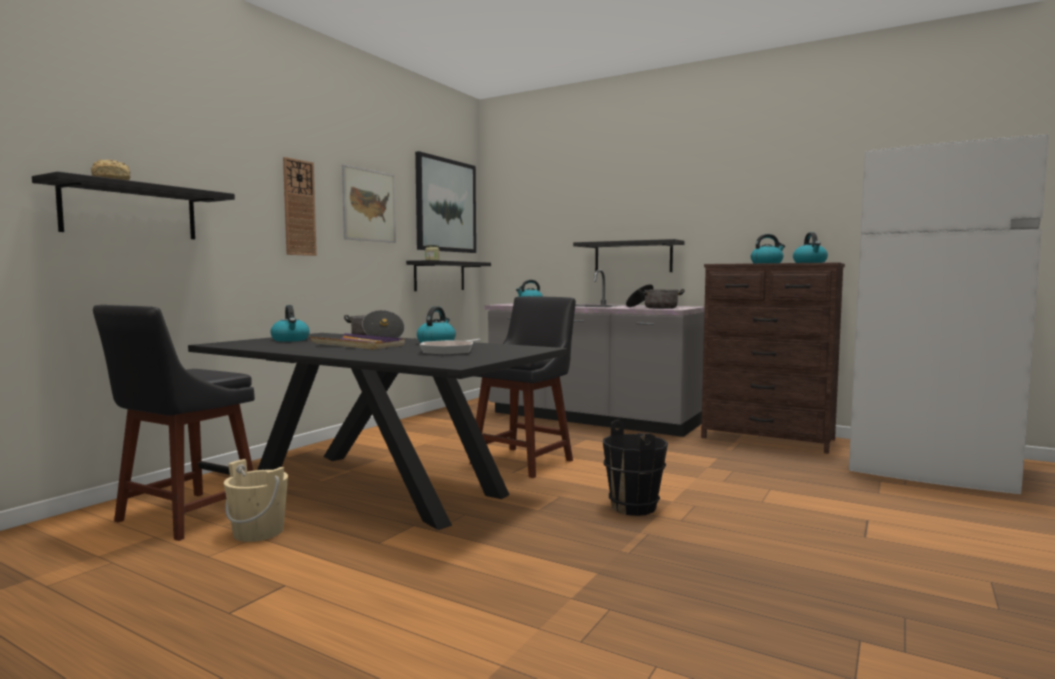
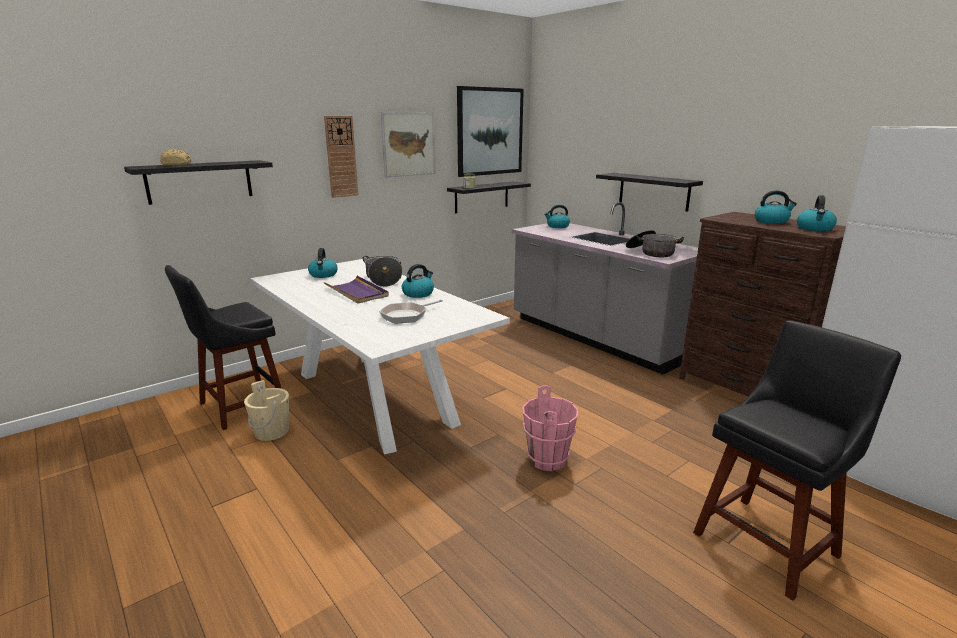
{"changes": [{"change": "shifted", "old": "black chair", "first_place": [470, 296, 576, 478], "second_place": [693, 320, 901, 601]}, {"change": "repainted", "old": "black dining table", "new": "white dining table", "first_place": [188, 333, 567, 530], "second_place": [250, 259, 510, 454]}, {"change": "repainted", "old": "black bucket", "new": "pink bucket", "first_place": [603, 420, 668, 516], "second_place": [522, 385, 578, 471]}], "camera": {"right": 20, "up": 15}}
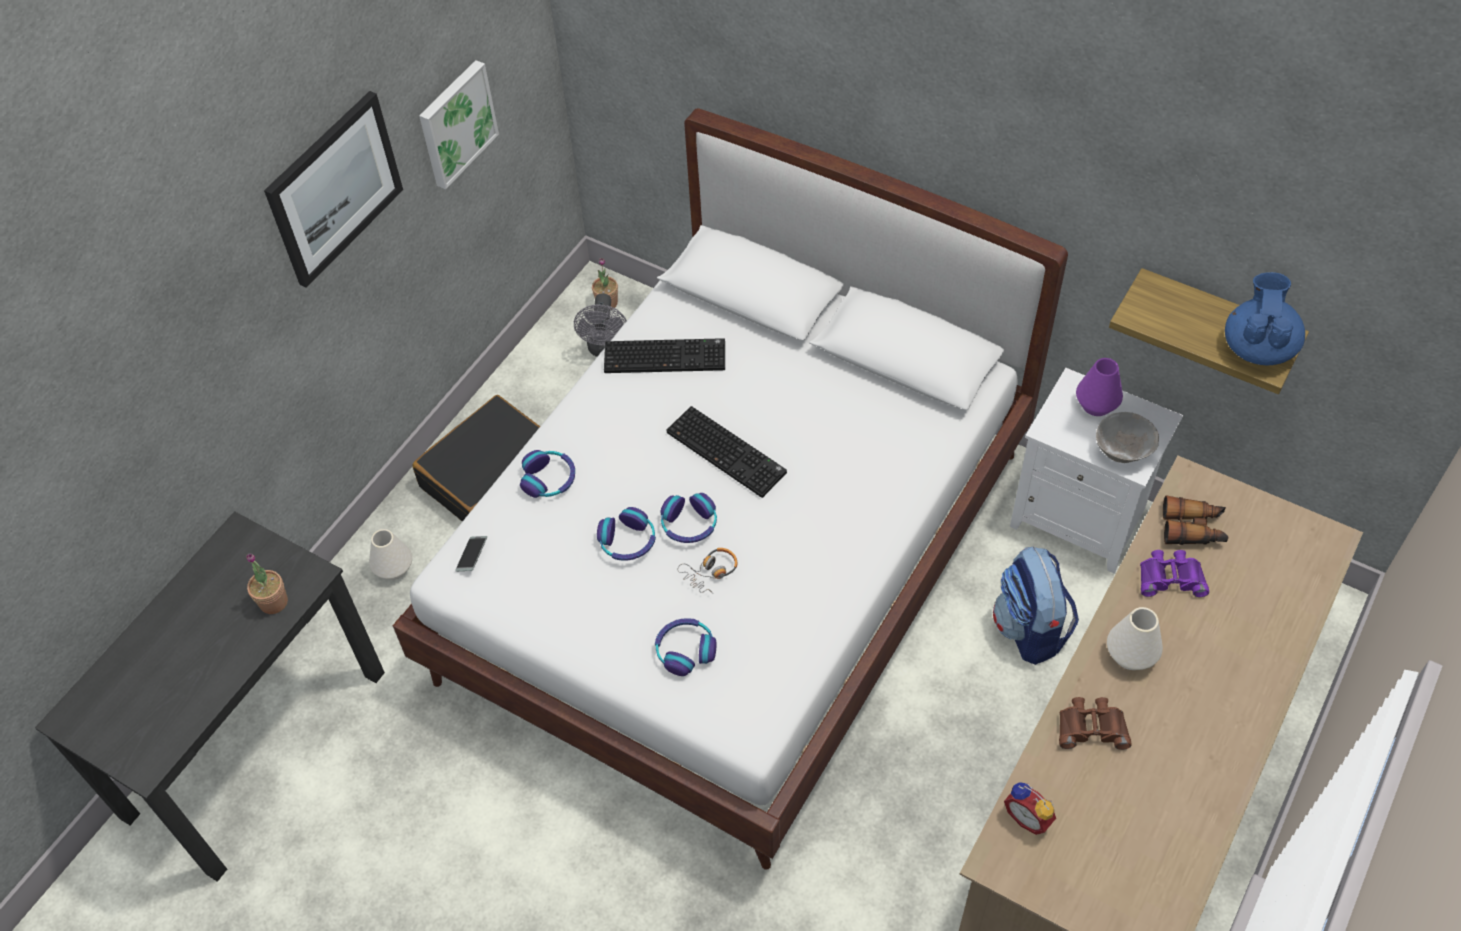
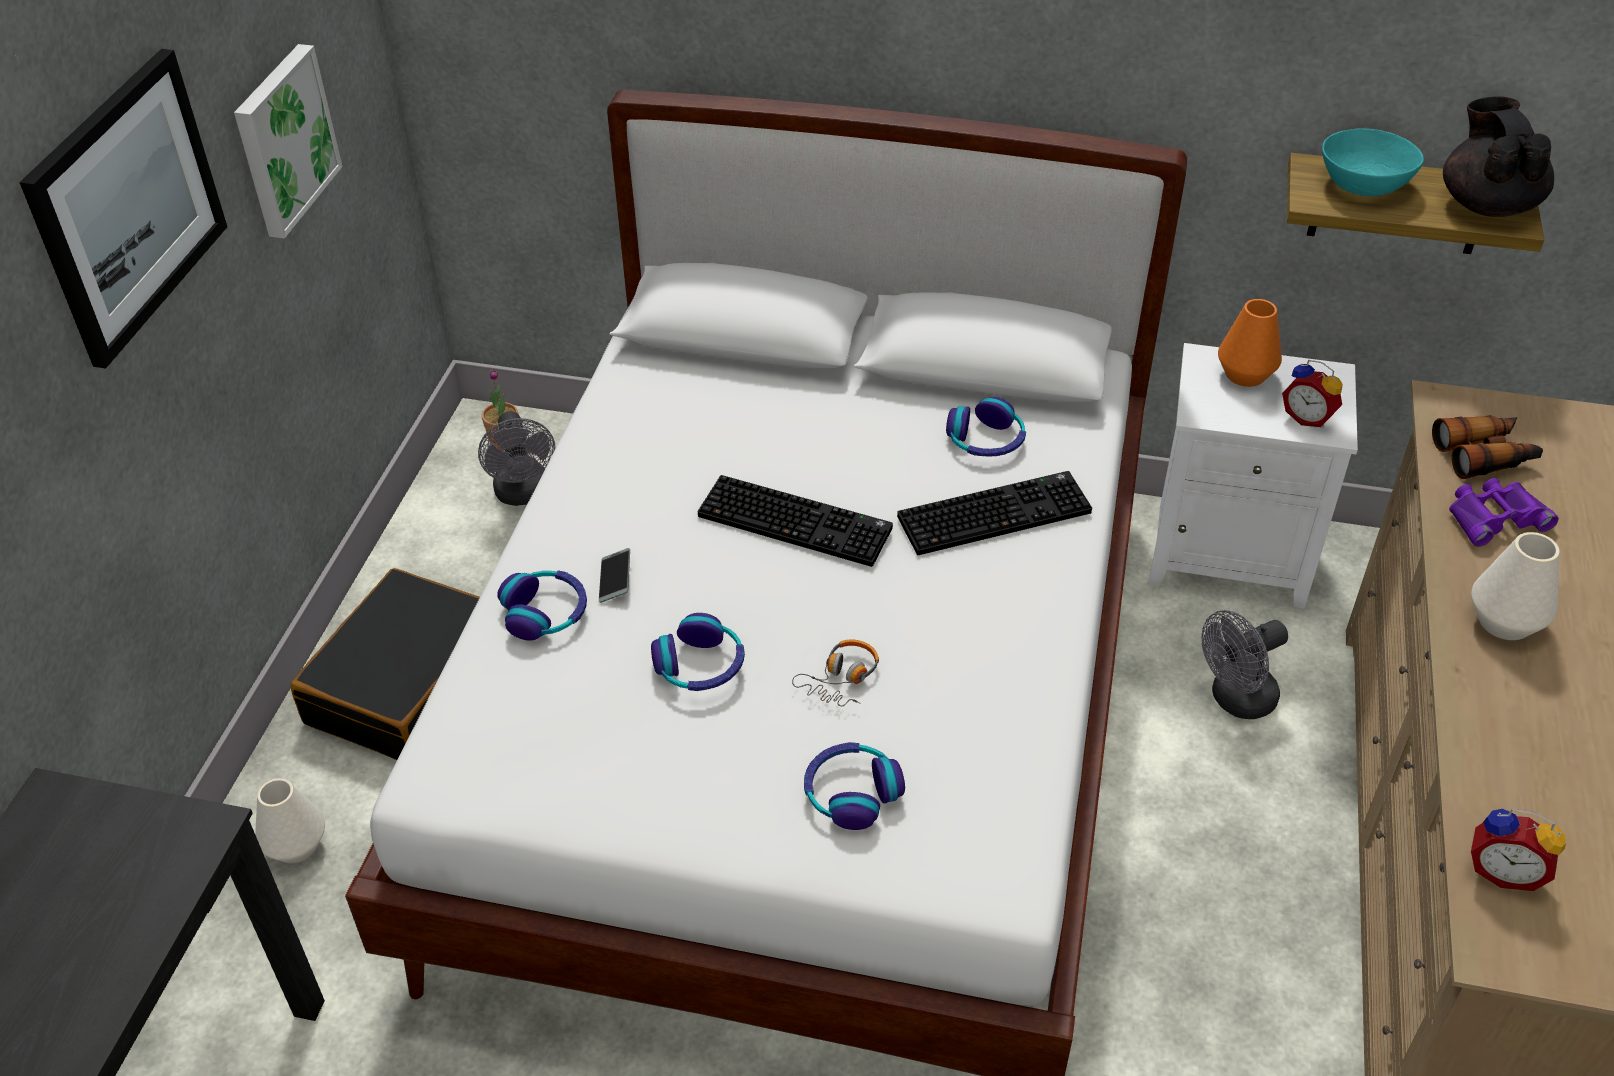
{"changes": [{"change": "repainted", "old": "blue teapot", "new": "black teapot", "first_place": [1225, 272, 1305, 365], "second_place": [1443, 96, 1554, 217]}, {"change": "shifted", "old": "keyboard", "first_place": [604, 338, 725, 373], "second_place": [897, 471, 1092, 555]}, {"change": "repainted", "old": "purple vase", "new": "orange vase", "first_place": [1076, 358, 1123, 416], "second_place": [1218, 299, 1282, 387]}, {"change": "swapped", "old": "grey bowl", "new": "alarm clock", "first_place": [1096, 412, 1159, 463], "second_place": [1282, 360, 1342, 428]}, {"change": "shifted", "old": "headphones", "first_place": [660, 493, 717, 543], "second_place": [946, 397, 1026, 457]}, {"change": "shifted", "old": "phone", "first_place": [455, 536, 487, 572], "second_place": [599, 548, 630, 603]}, {"change": "swapped", "old": "backpack", "new": "grey fan", "first_place": [993, 547, 1079, 665], "second_place": [1202, 610, 1288, 719]}, {"change": "gone", "old": "potted plant", "first_place": [246, 553, 288, 614]}, {"change": "gone", "old": "brown binoculars", "first_place": [1059, 697, 1132, 750]}, {"change": "new", "new": "turquoise bowl", "second_place": [1322, 129, 1424, 196]}], "camera": {"right": -20, "up": -10}}
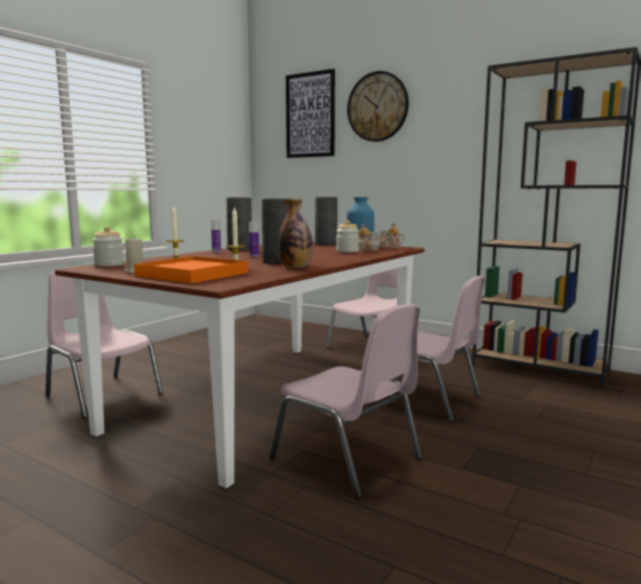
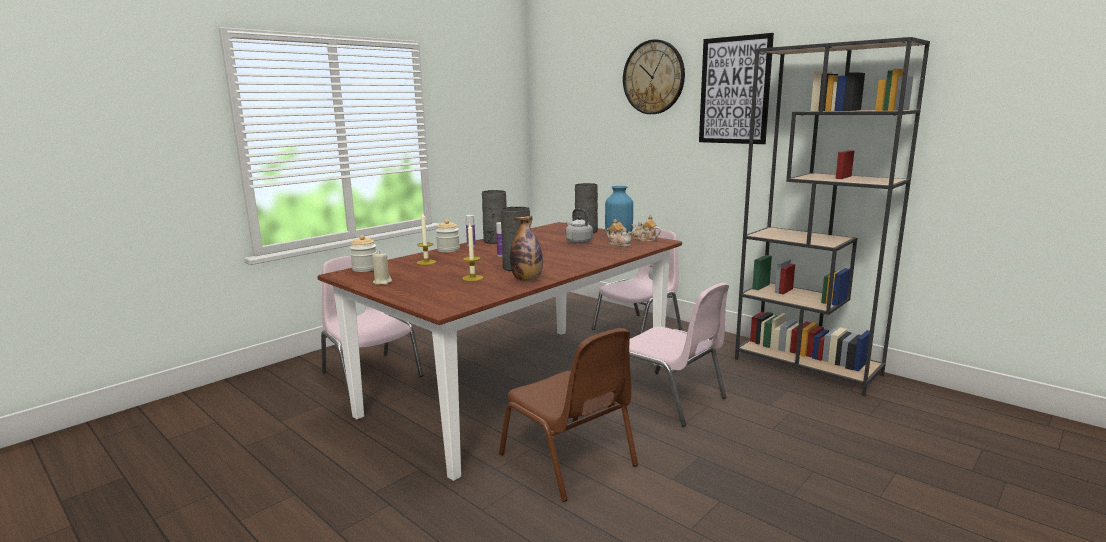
{"changes": [{"change": "shifted", "old": "picture", "first_place": [286, 69, 335, 158], "second_place": [699, 33, 774, 144]}, {"change": "shifted", "old": "jar", "first_place": [336, 220, 359, 253], "second_place": [436, 220, 460, 252]}, {"change": "gone", "old": "orange tray", "first_place": [134, 256, 248, 283]}, {"change": "repainted", "old": "pink chair", "new": "brown chair", "first_place": [270, 304, 422, 499], "second_place": [499, 328, 638, 502]}, {"change": "new", "new": "grey kettle", "second_place": [566, 208, 593, 244]}], "camera": {"right": 10, "up": 5}}
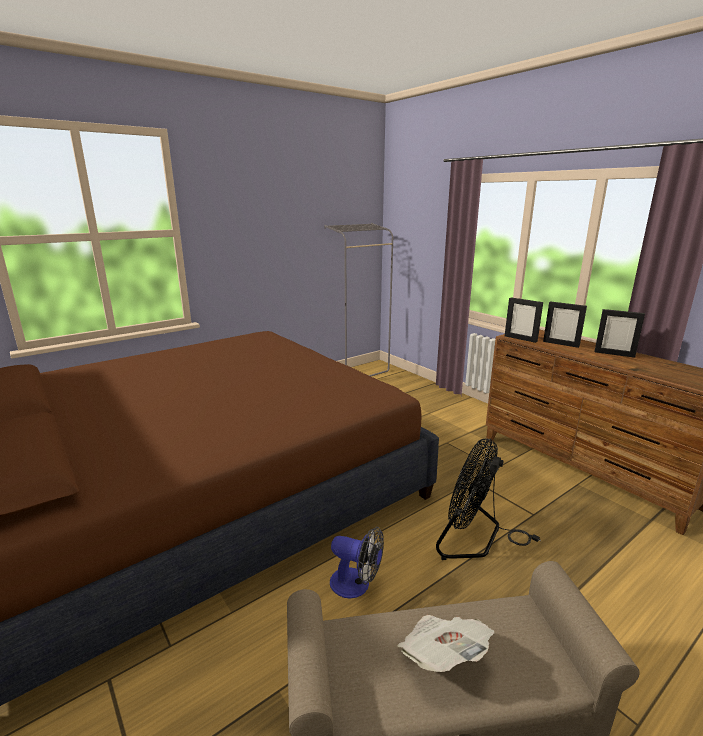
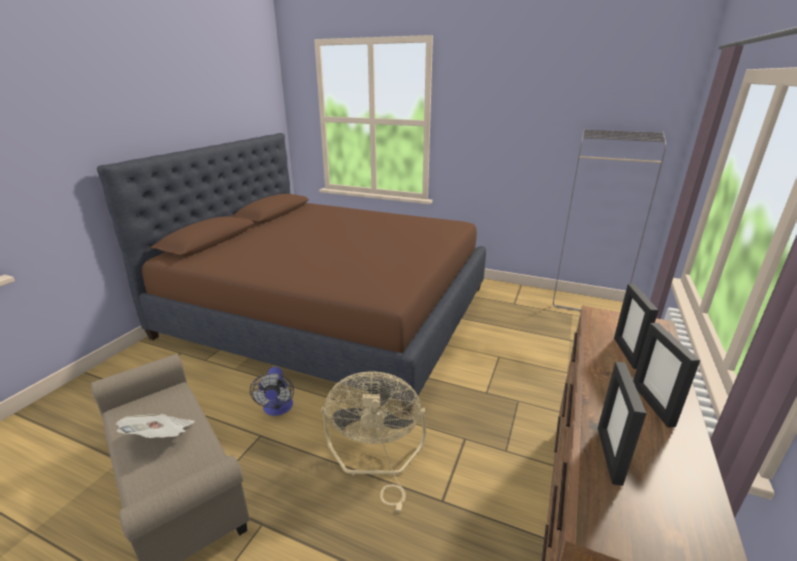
{"changes": [{"change": "shifted", "old": "picture frame", "first_place": [505, 297, 543, 343], "second_place": [598, 361, 647, 486]}, {"change": "repainted", "old": "black fan", "new": "beige fan", "first_place": [436, 439, 540, 560], "second_place": [321, 371, 426, 513]}], "camera": {"right": 60, "up": 5}}
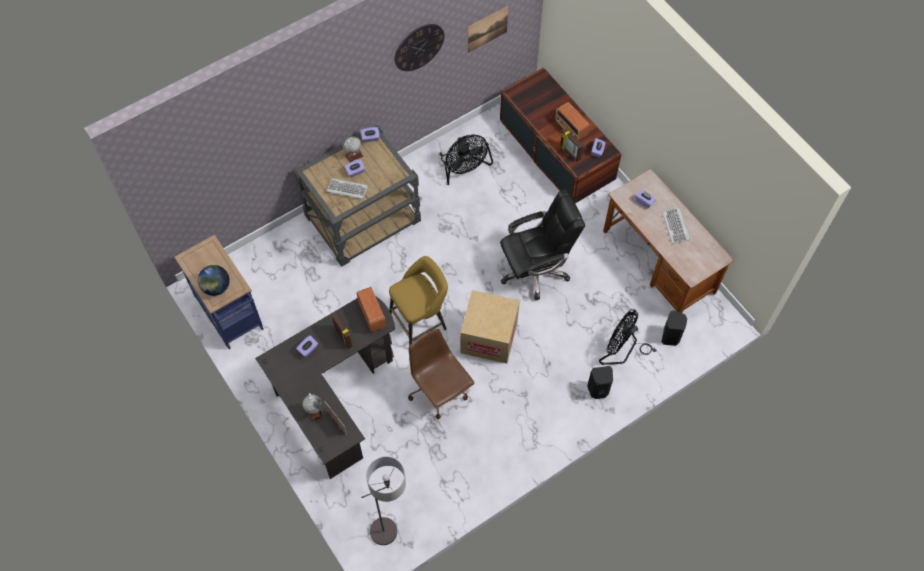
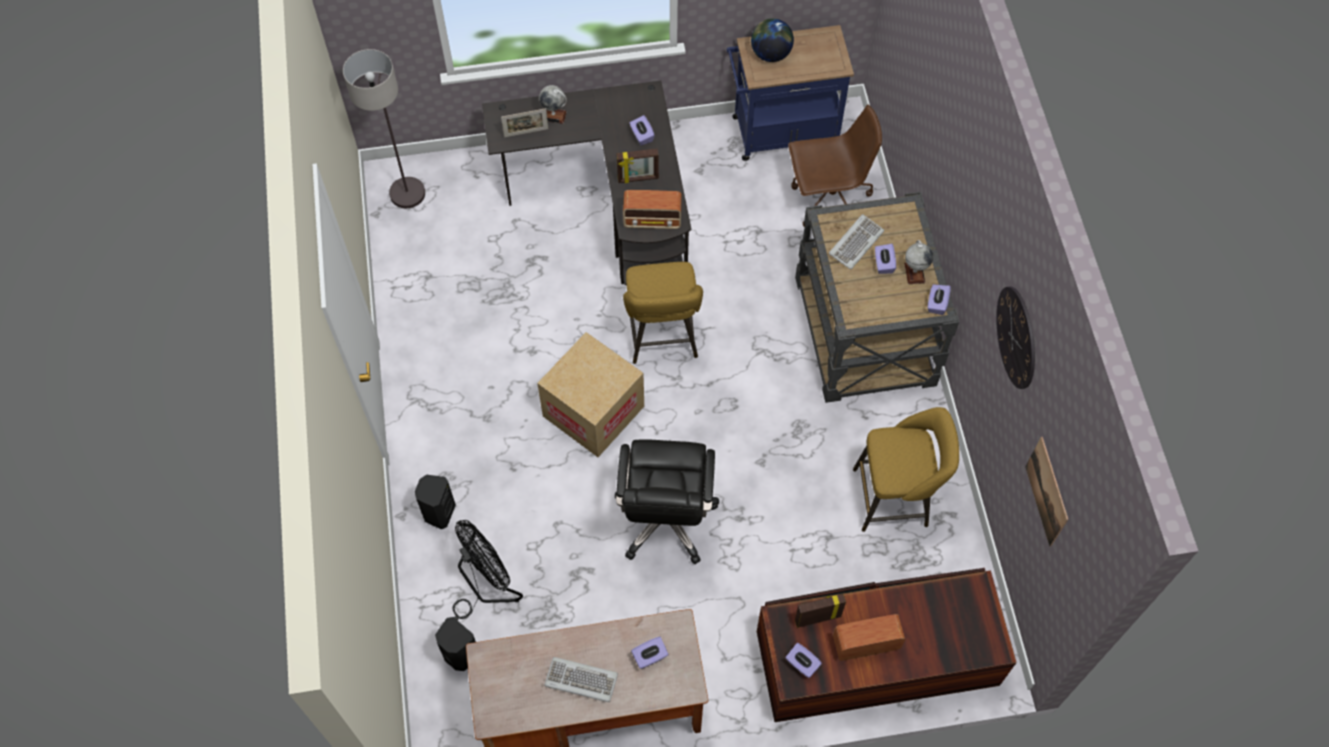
{"changes": [{"change": "swapped", "old": "black fan", "new": "yellow stool", "first_place": [439, 135, 493, 185], "second_place": [853, 407, 959, 532]}, {"change": "shifted", "old": "brown office chair", "first_place": [408, 329, 474, 419], "second_place": [788, 105, 882, 227]}], "camera": {"right": 115, "up": 0}}
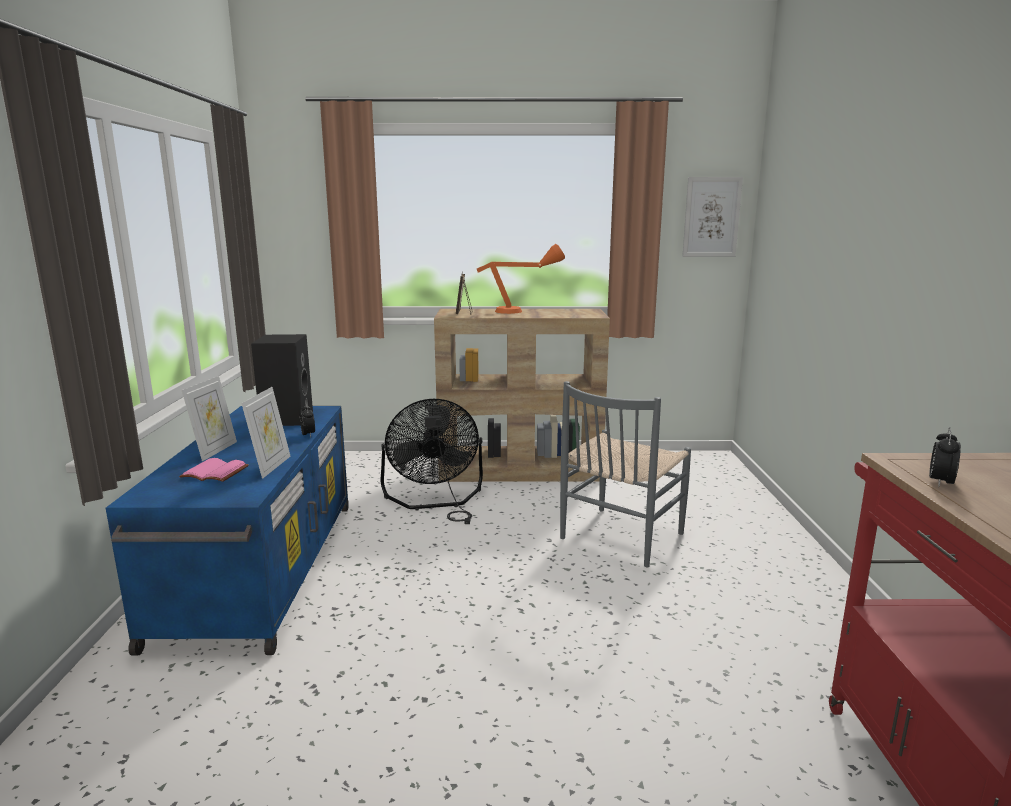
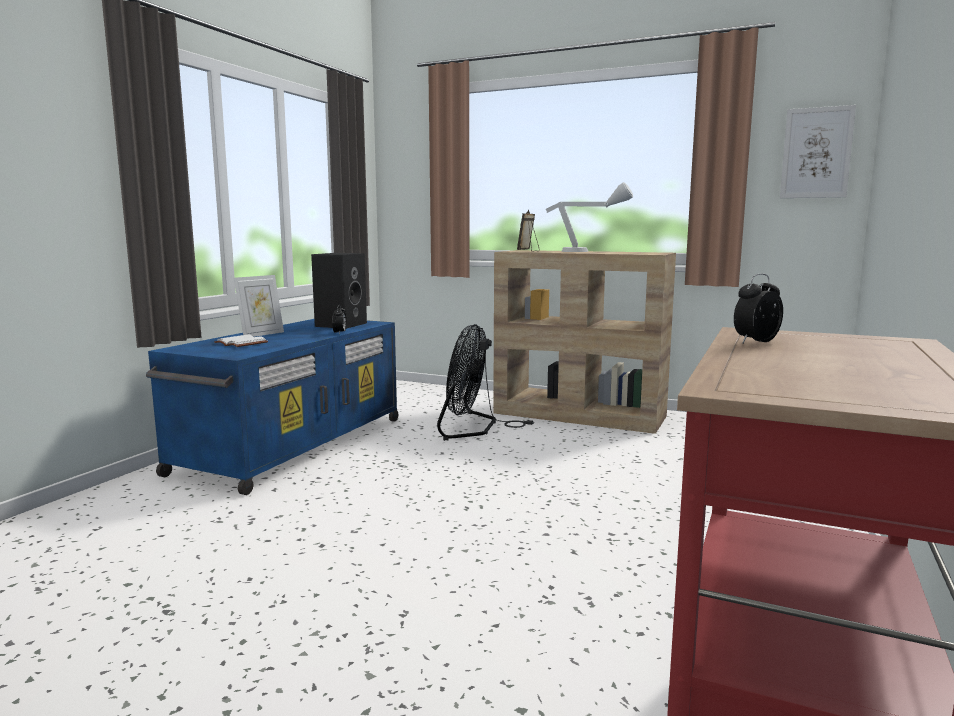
{"changes": [{"change": "repainted", "old": "orange table lamp", "new": "grey table lamp", "first_place": [477, 244, 565, 314], "second_place": [546, 182, 633, 252]}, {"change": "gone", "old": "grey chair", "first_place": [560, 381, 691, 567]}, {"change": "gone", "old": "picture frame", "first_place": [241, 387, 290, 479]}, {"change": "rotated", "old": "black fan", "first_place": [380, 399, 483, 524], "second_place": [437, 324, 535, 441], "degrees": -90}, {"change": "repainted", "old": "pink book", "new": "white book", "first_place": [179, 458, 249, 482], "second_place": [214, 334, 268, 347]}], "camera": {"right": 25, "up": -5}}
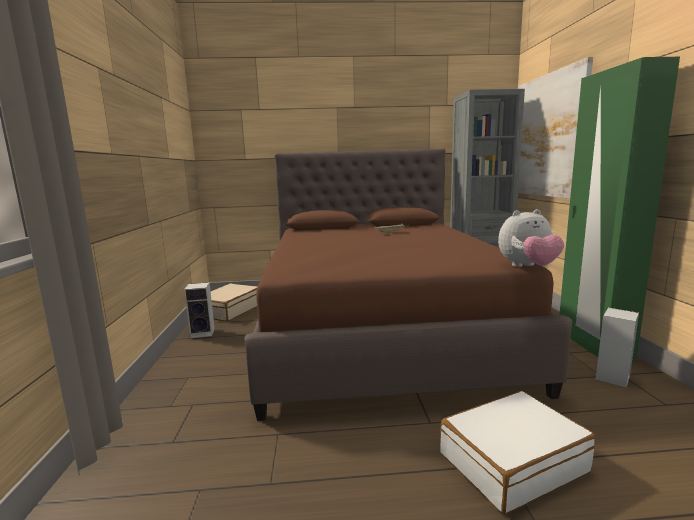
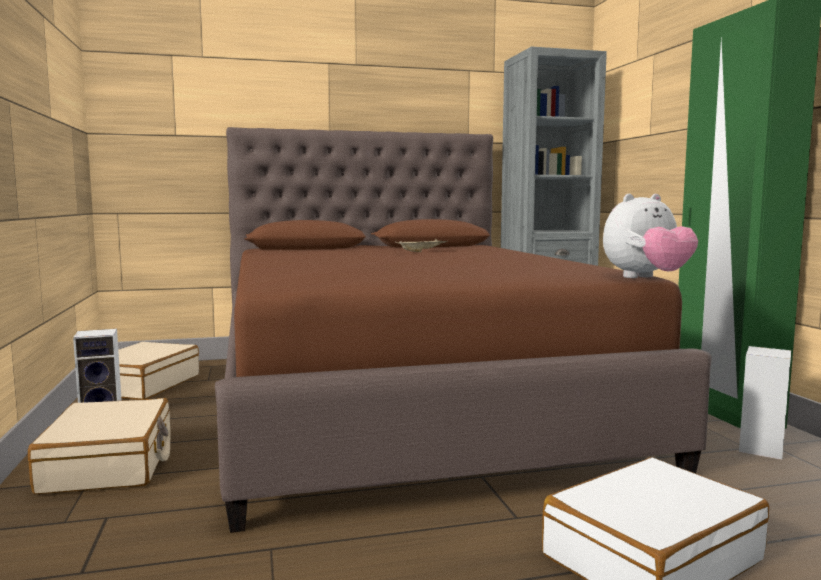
{"changes": [{"change": "gone", "old": "picture", "first_place": [518, 57, 593, 199]}, {"change": "new", "new": "beige suitcase", "second_place": [28, 398, 171, 494]}], "camera": {"right": -10, "up": -5}}
